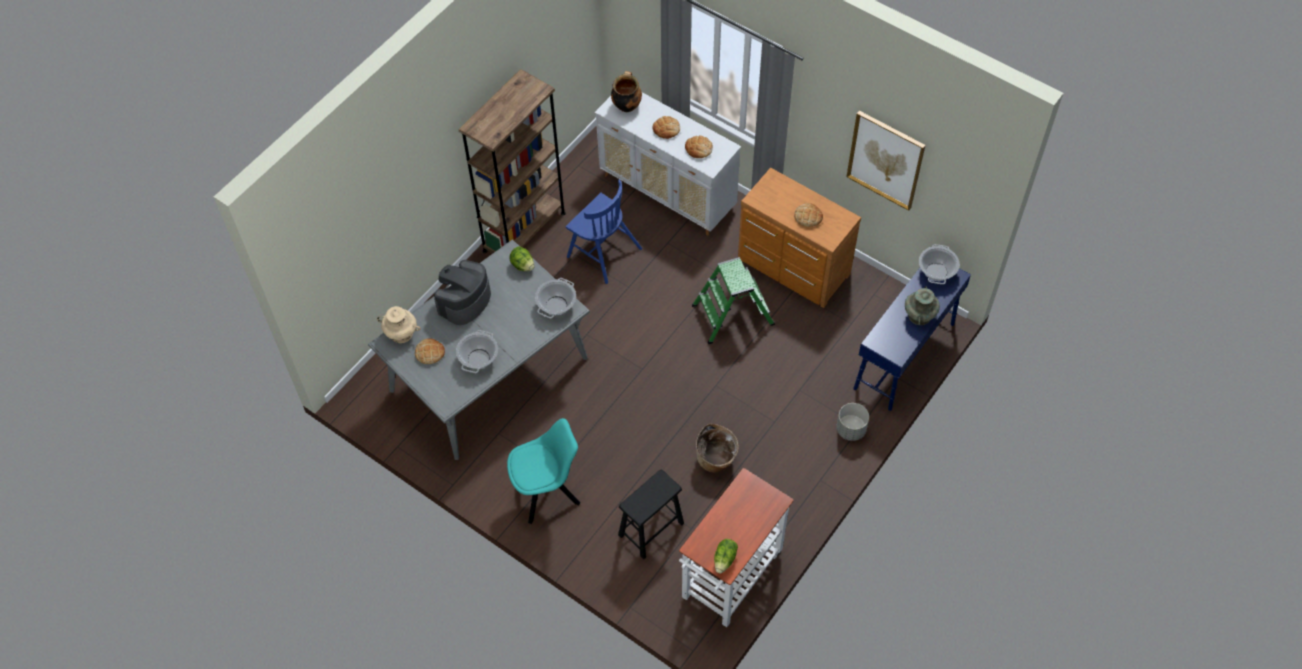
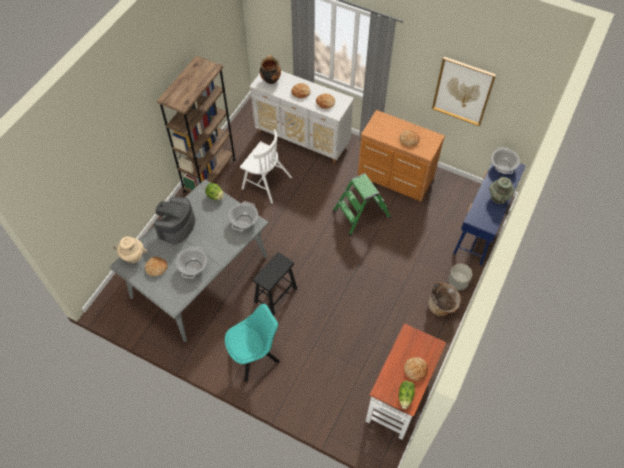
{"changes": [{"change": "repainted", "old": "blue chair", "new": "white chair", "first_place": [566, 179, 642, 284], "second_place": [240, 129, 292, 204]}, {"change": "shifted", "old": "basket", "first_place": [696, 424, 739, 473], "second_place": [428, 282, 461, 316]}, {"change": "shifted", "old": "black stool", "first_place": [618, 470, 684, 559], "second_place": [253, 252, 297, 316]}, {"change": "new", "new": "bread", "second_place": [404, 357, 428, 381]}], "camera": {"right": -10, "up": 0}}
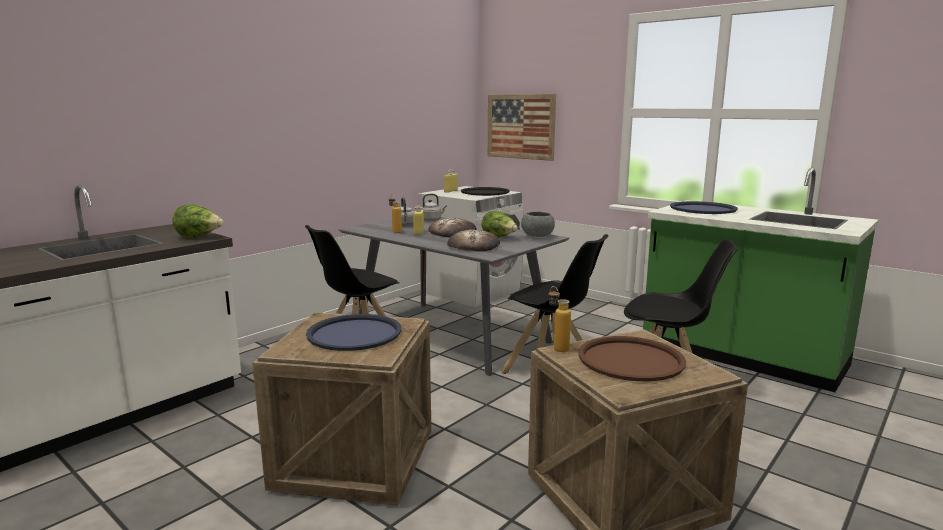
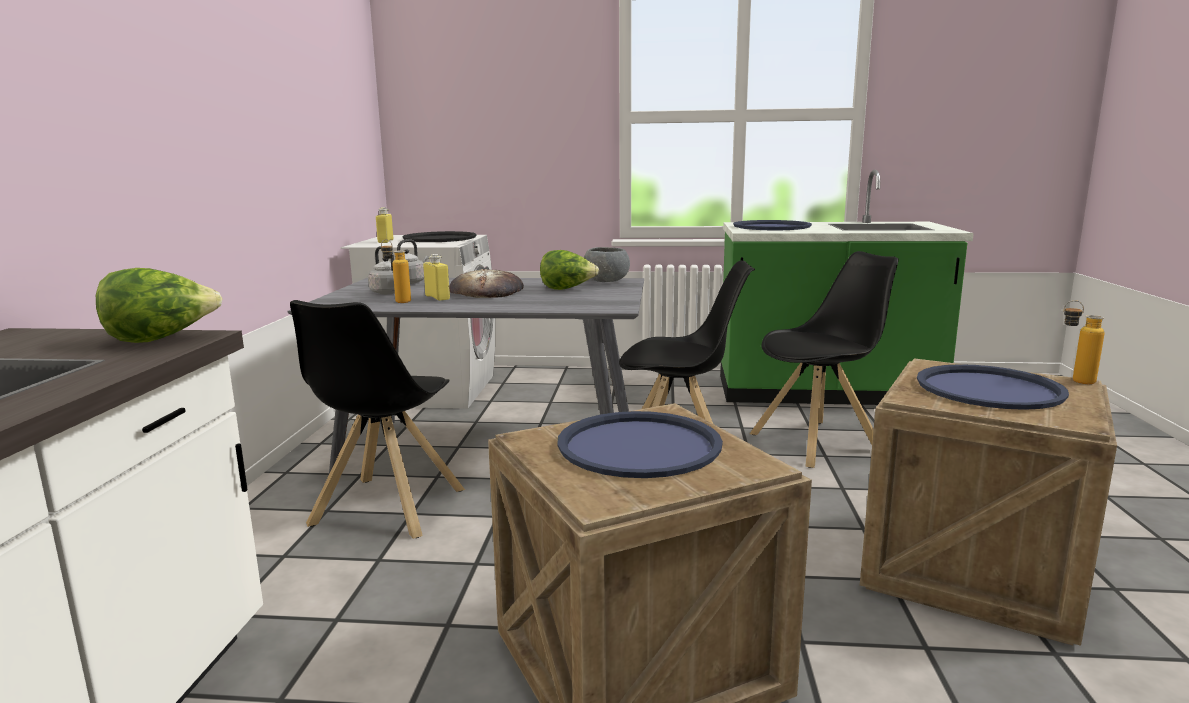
{"changes": [{"change": "gone", "old": "picture", "first_place": [488, 94, 556, 161]}, {"change": "gone", "old": "bread", "first_place": [447, 229, 500, 251]}, {"change": "shifted", "old": "bottle", "first_place": [548, 286, 571, 352], "second_place": [1063, 300, 1104, 384]}, {"change": "repainted", "old": "brown tray", "new": "blue tray", "first_place": [578, 336, 686, 381], "second_place": [917, 364, 1069, 410]}], "camera": {"right": -35, "up": 0}}
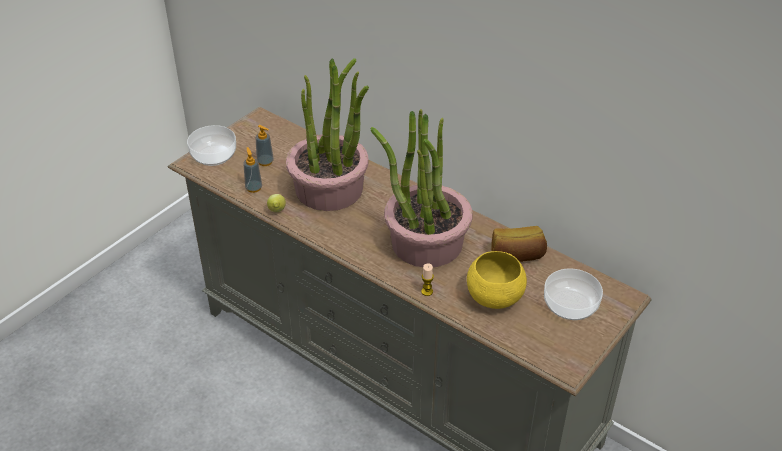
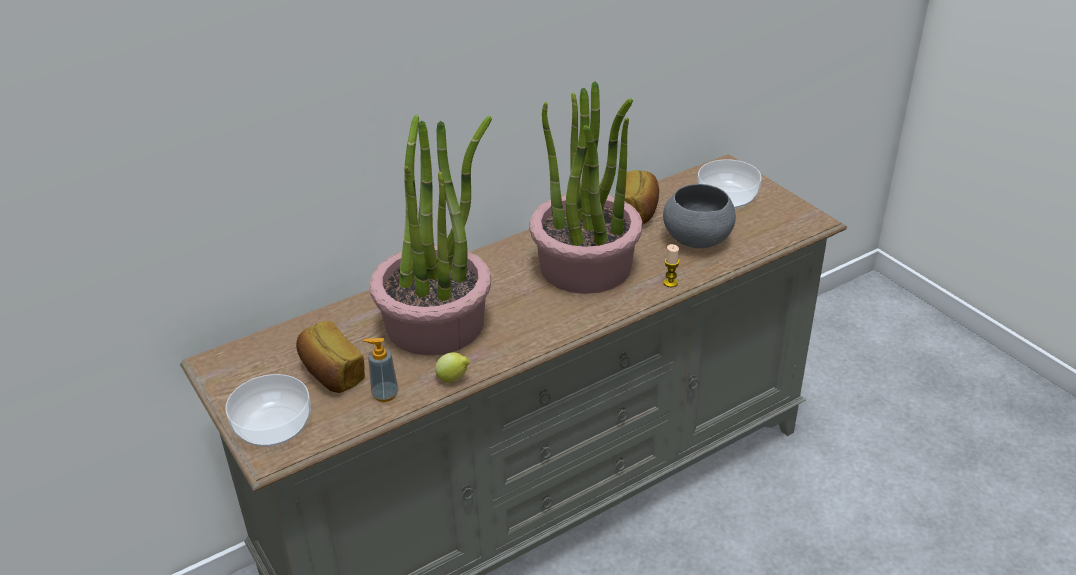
{"changes": [{"change": "swapped", "old": "soap dispenser", "new": "bread", "first_place": [256, 125, 274, 166], "second_place": [296, 321, 365, 393]}, {"change": "repainted", "old": "yellow bowl", "new": "grey bowl", "first_place": [467, 251, 527, 309], "second_place": [663, 184, 736, 248]}], "camera": {"right": -70, "up": -5}}
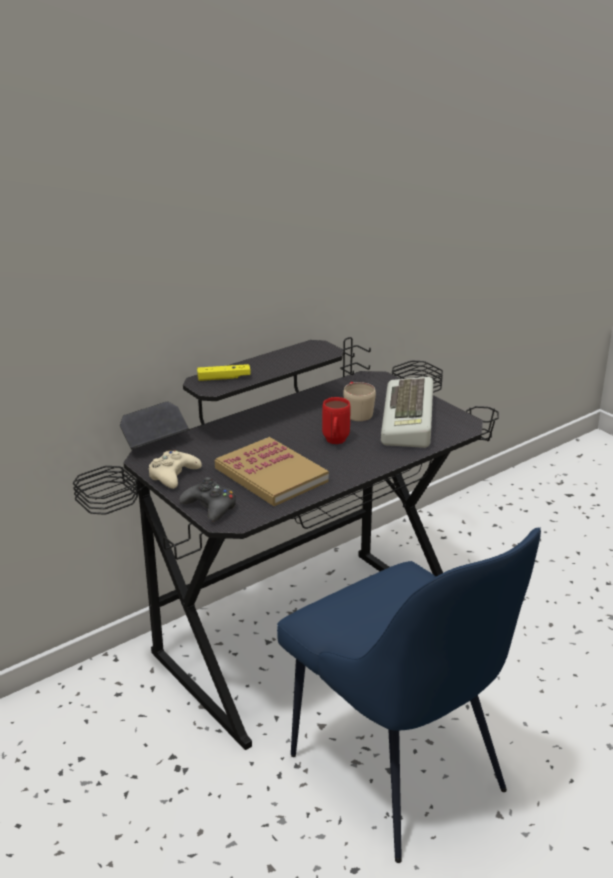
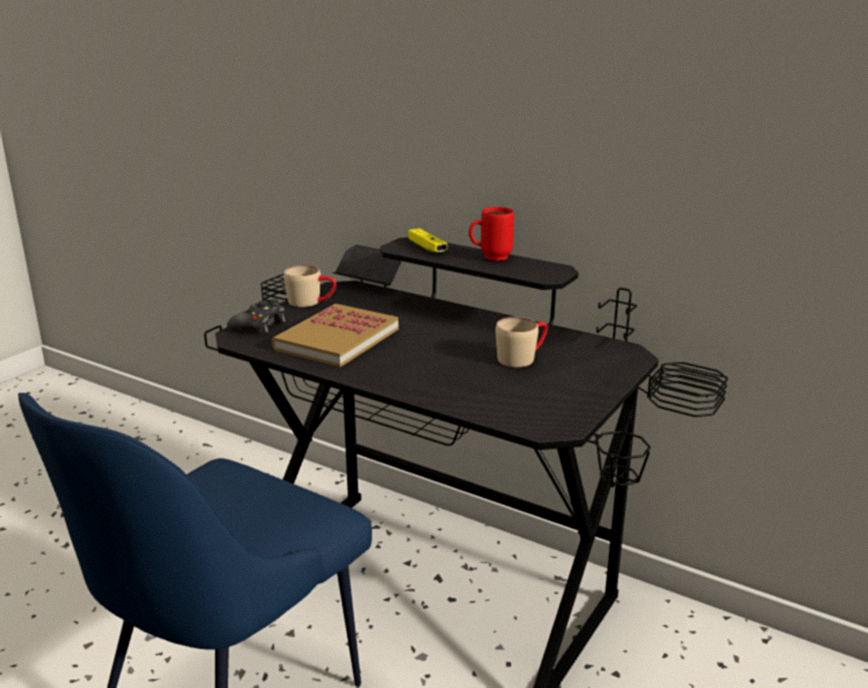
{"changes": [{"change": "gone", "old": "keyboard", "first_place": [381, 377, 433, 448]}, {"change": "shifted", "old": "red mug", "first_place": [322, 397, 350, 444], "second_place": [469, 207, 514, 261]}, {"change": "swapped", "old": "beige game controller", "new": "beige mug", "first_place": [149, 450, 202, 489], "second_place": [284, 265, 336, 307]}], "camera": {"right": 70, "up": -5}}
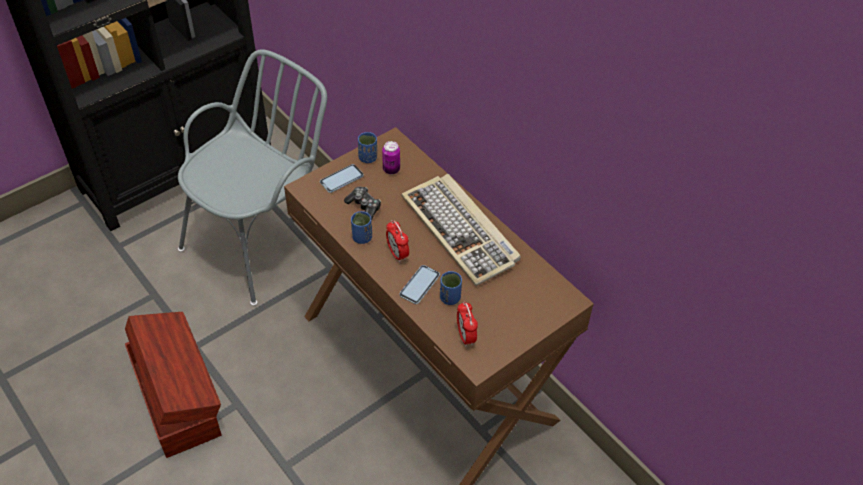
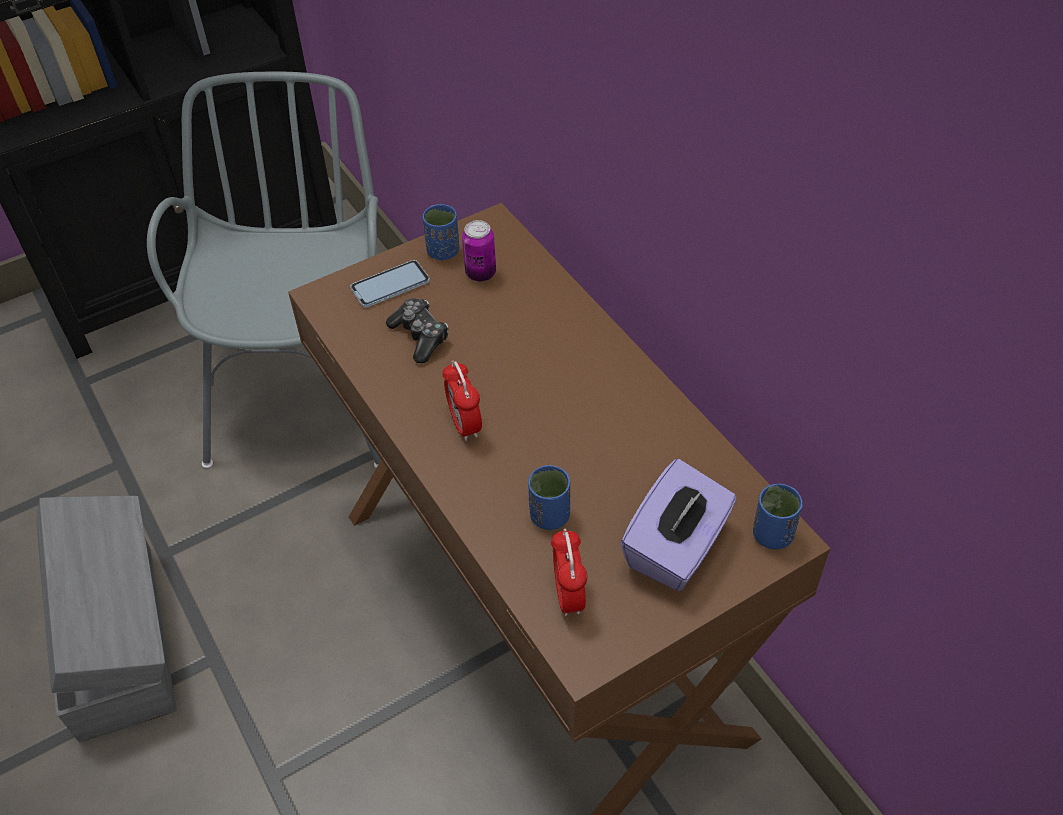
{"changes": [{"change": "rotated", "old": "grey chair", "first_place": [178, 49, 327, 306], "second_place": [147, 72, 381, 468], "degrees": -45}, {"change": "gone", "old": "keyboard", "first_place": [402, 174, 521, 286]}, {"change": "shifted", "old": "blue cup", "first_place": [351, 211, 372, 244], "second_place": [753, 484, 802, 550]}, {"change": "gone", "old": "phone", "first_place": [399, 265, 440, 304]}, {"change": "repainted", "old": "brown storage box", "new": "grey storage box", "first_place": [125, 312, 221, 458], "second_place": [36, 496, 177, 742]}, {"change": "new", "new": "purple tissue box", "second_place": [620, 459, 736, 591]}], "camera": {"right": 10, "up": 0}}
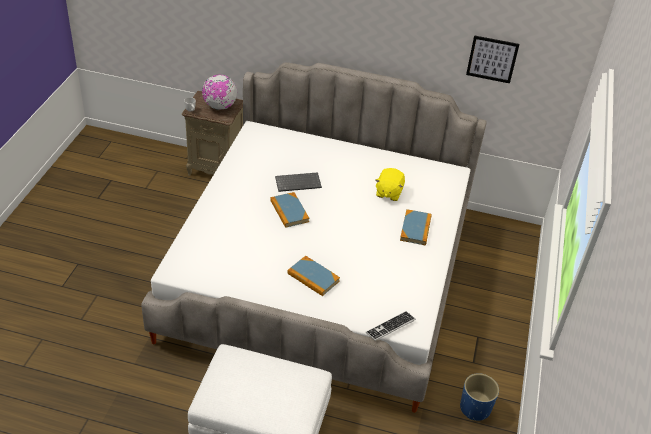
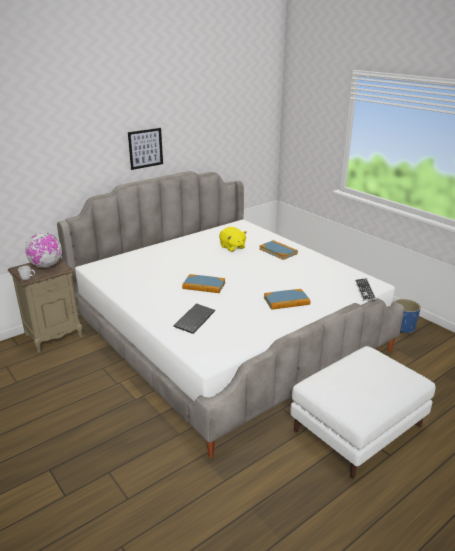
{"changes": [{"change": "shifted", "old": "picture", "first_place": [466, 35, 519, 83], "second_place": [128, 128, 163, 170]}, {"change": "shifted", "old": "keyboard", "first_place": [275, 172, 322, 192], "second_place": [173, 303, 215, 334]}], "camera": {"right": -50, "up": -15}}
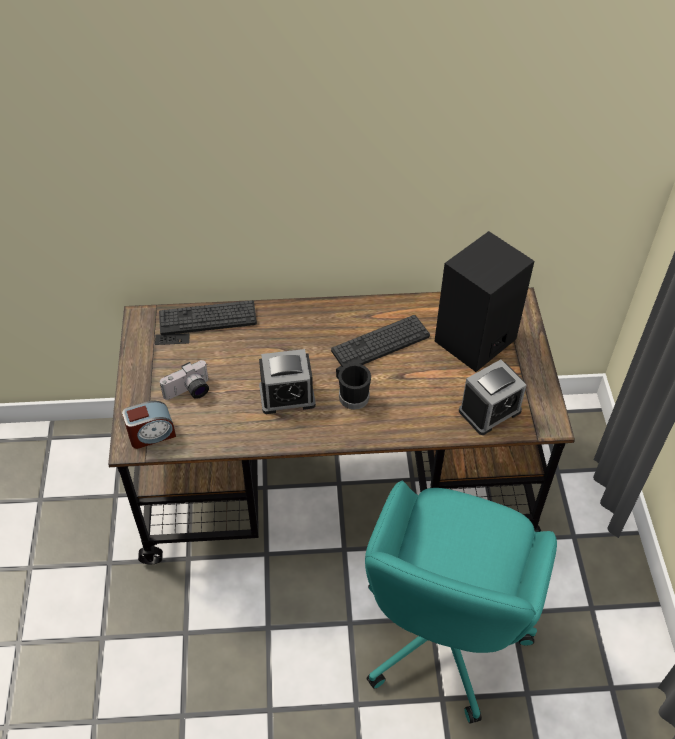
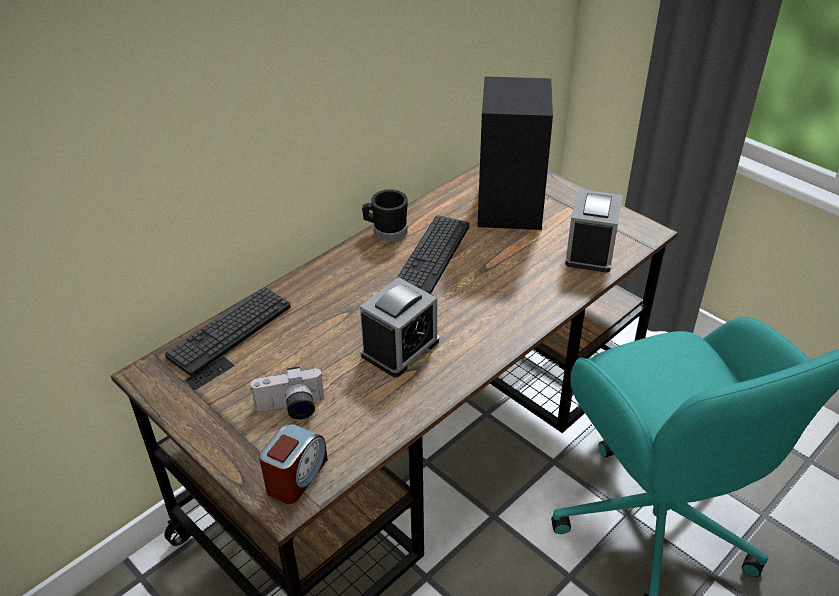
{"changes": [{"change": "rotated", "old": "photo camera", "first_place": [160, 360, 209, 400], "second_place": [250, 366, 324, 419], "degrees": 60}, {"change": "shifted", "old": "black mug", "first_place": [336, 363, 371, 410], "second_place": [362, 189, 408, 242]}], "camera": {"right": -40, "up": -10}}
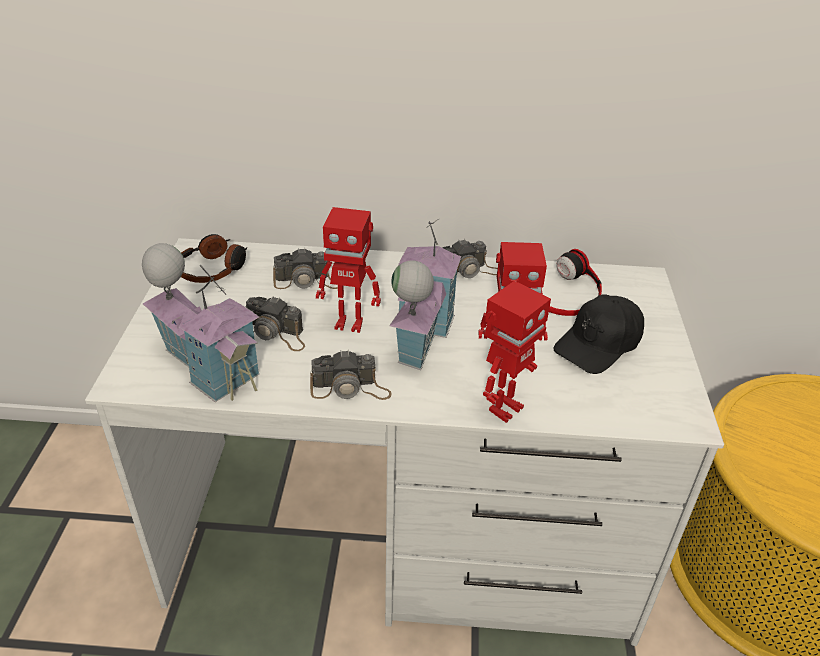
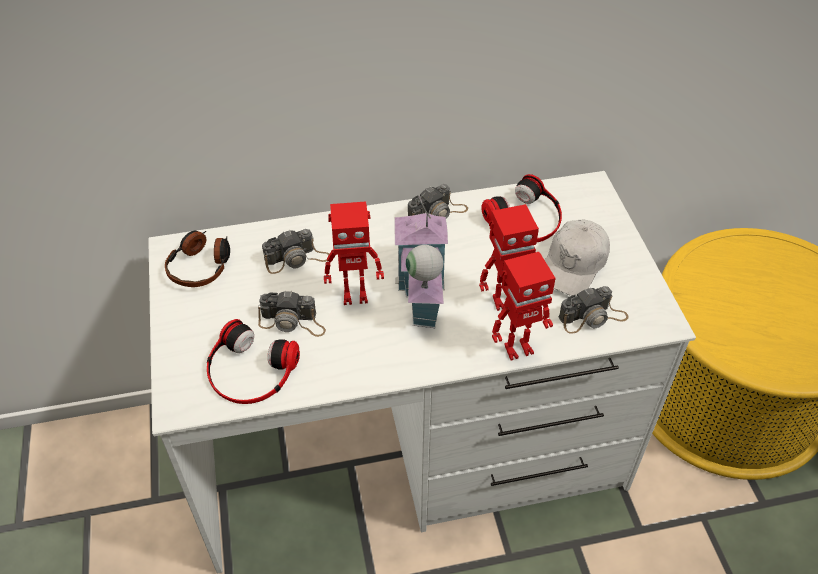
{"changes": [{"change": "swapped", "old": "toy house", "new": "headphones", "first_place": [142, 243, 260, 402], "second_place": [207, 319, 300, 404]}, {"change": "rotated", "old": "toy robot", "first_place": [483, 281, 551, 423], "second_place": [492, 252, 556, 361], "degrees": 45}, {"change": "repainted", "old": "black cap", "new": "white cap", "first_place": [553, 295, 644, 374], "second_place": [545, 220, 610, 296]}, {"change": "shifted", "old": "photo camera", "first_place": [310, 350, 391, 400], "second_place": [558, 286, 629, 333]}], "camera": {"right": -15, "up": 10}}
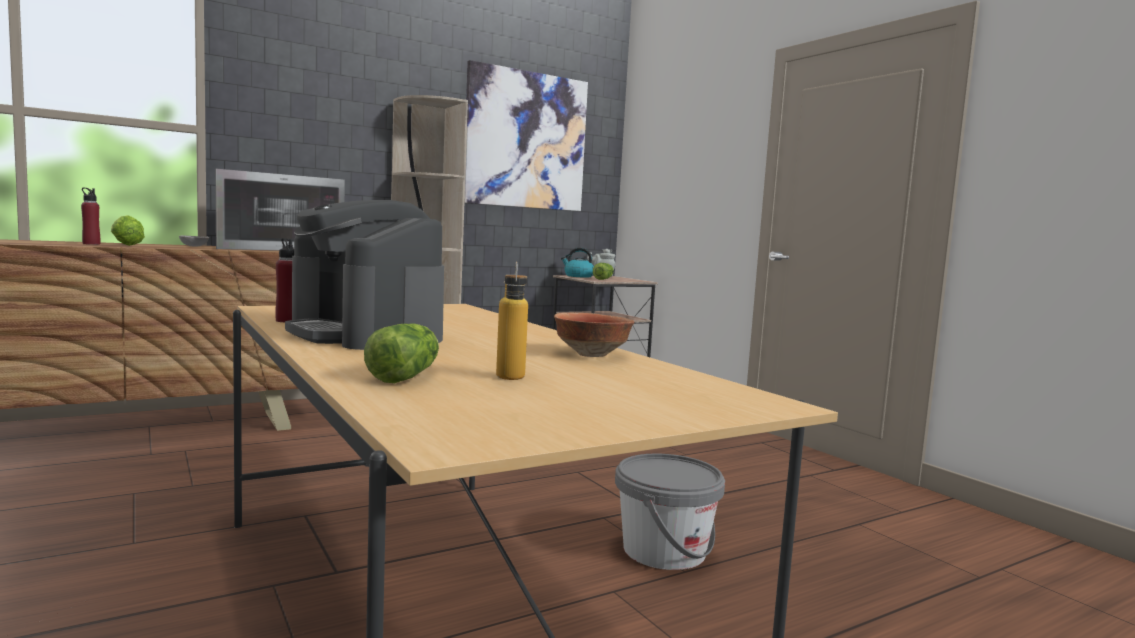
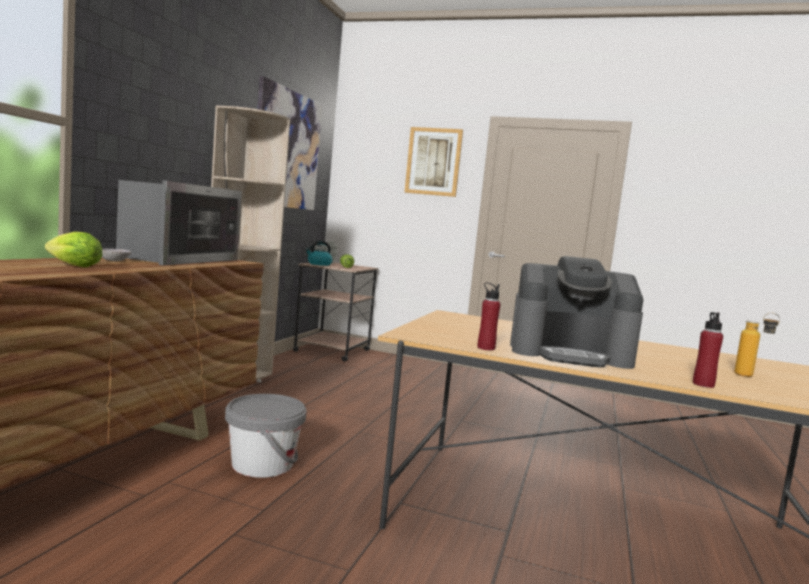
{"changes": [{"change": "shifted", "old": "red bottle", "first_place": [81, 188, 101, 245], "second_place": [693, 312, 723, 388]}, {"change": "gone", "old": "bowl", "first_place": [554, 313, 634, 357]}, {"change": "gone", "old": "lettuce", "first_place": [364, 323, 439, 383]}, {"change": "shifted", "old": "grey bucket", "first_place": [615, 454, 725, 570], "second_place": [225, 394, 307, 478]}, {"change": "new", "new": "picture", "second_place": [405, 127, 463, 197]}], "camera": {"right": -40, "up": 0}}
